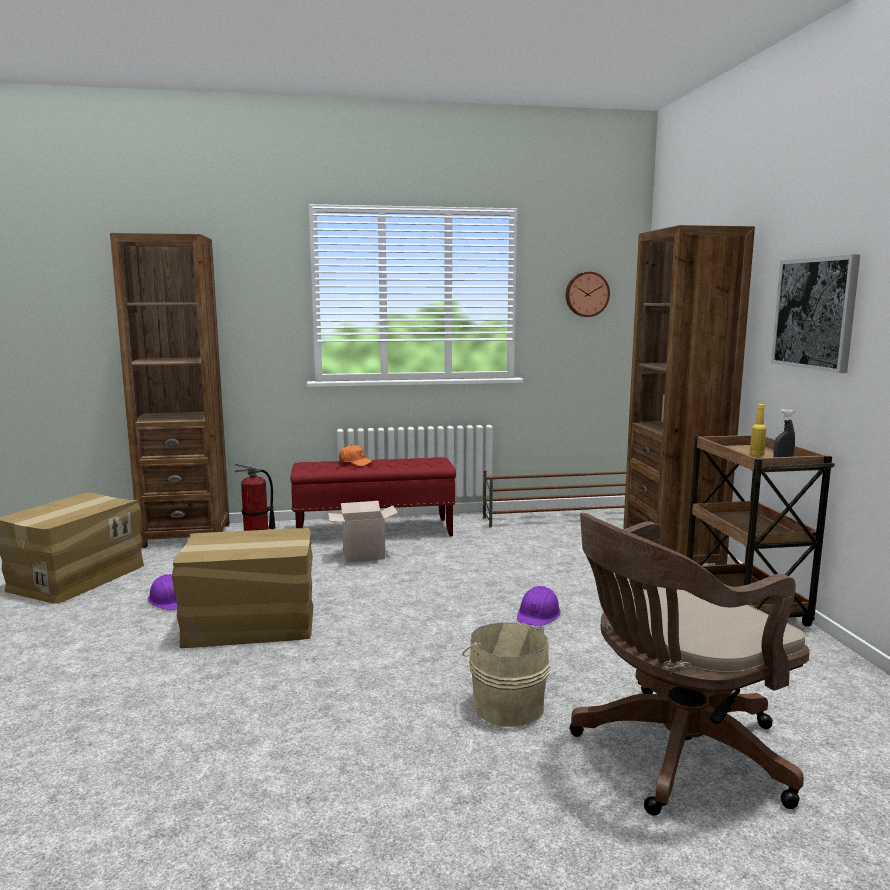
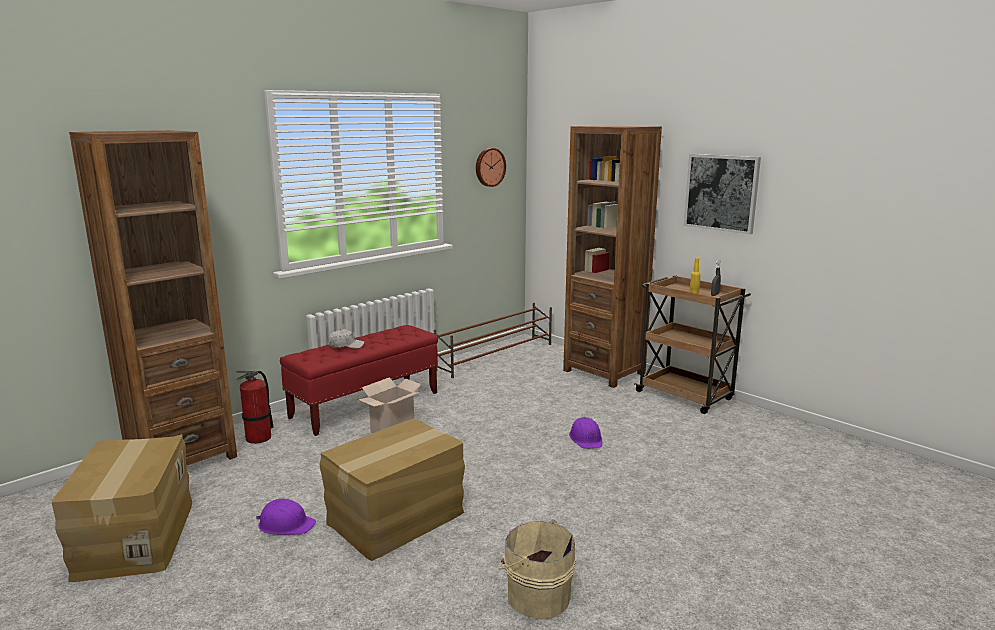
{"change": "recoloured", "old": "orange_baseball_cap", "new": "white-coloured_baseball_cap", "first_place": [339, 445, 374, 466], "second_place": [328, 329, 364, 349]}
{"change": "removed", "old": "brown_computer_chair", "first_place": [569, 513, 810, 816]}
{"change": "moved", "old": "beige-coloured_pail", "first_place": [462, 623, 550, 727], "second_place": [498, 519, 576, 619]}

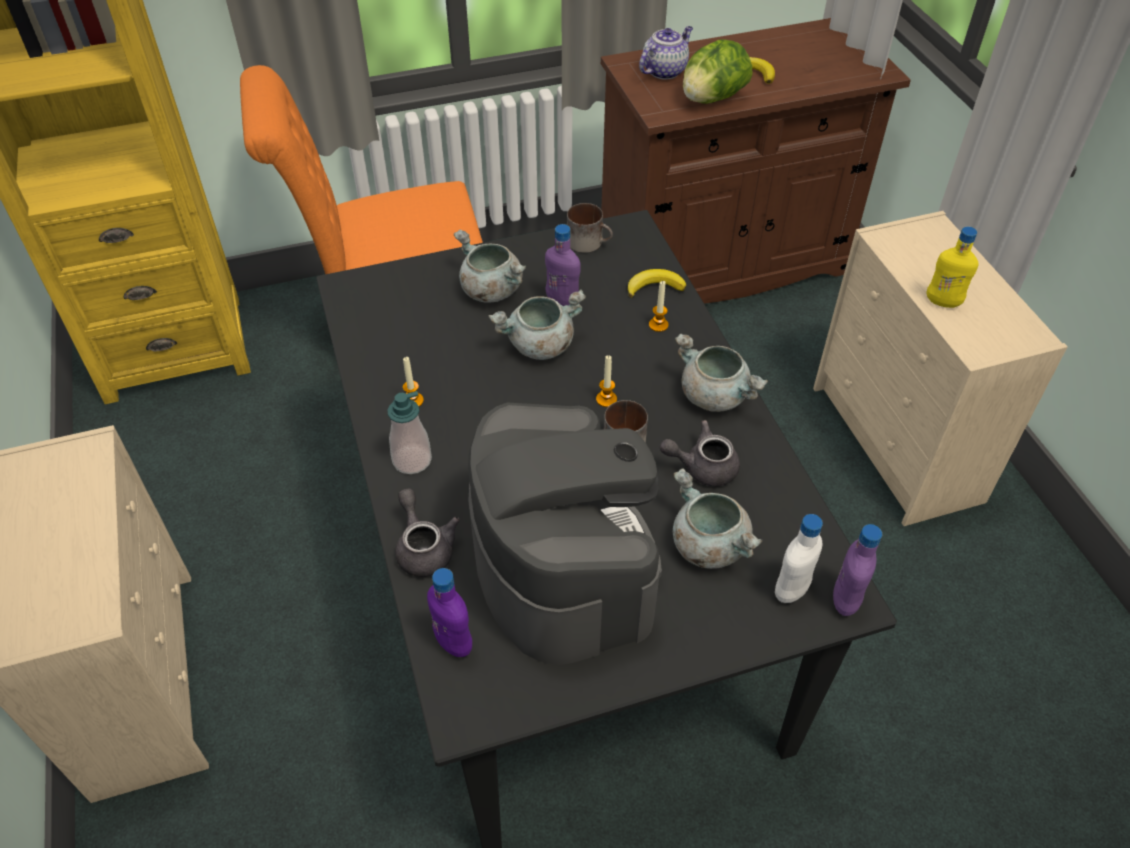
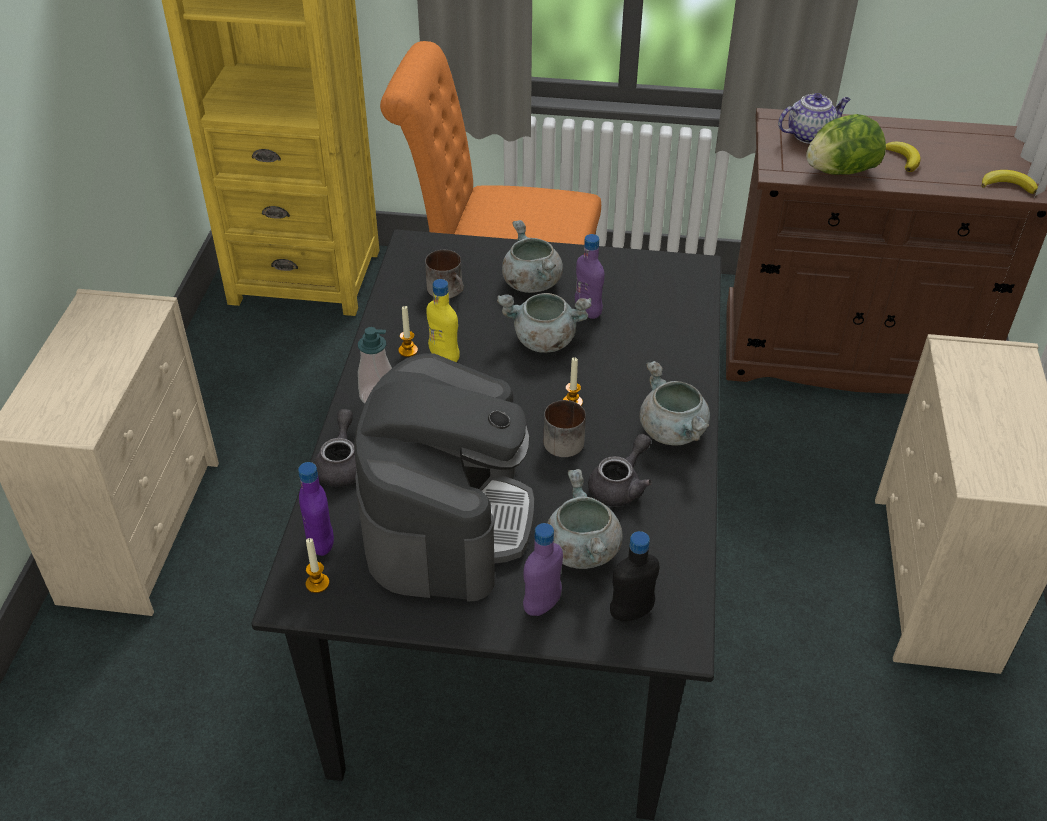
{"change": "moved", "old": "mug", "first_place": [567, 203, 613, 253], "second_place": [425, 250, 464, 299]}
{"change": "moved", "old": "yellow_drink_bottle", "first_place": [926, 227, 979, 308], "second_place": [426, 279, 460, 362]}
{"change": "moved", "old": "whole_banana", "first_place": [628, 269, 686, 298], "second_place": [981, 170, 1038, 194]}
{"change": "moved", "old": "wax_light", "first_place": [649, 281, 669, 332], "second_place": [306, 538, 329, 593]}
{"change": "turned", "old": "grey_teapot", "first_place": [660, 420, 740, 486], "second_place": [588, 434, 652, 506], "degrees": 105}
{"change": "recoloured", "old": "white-coloured_drink_bottle", "new": "blackish_drink_bottle", "first_place": [775, 514, 823, 603], "second_place": [610, 531, 659, 622]}
{"change": "moved", "old": "purplish_drink_bottle", "first_place": [833, 524, 882, 616], "second_place": [523, 523, 563, 616]}

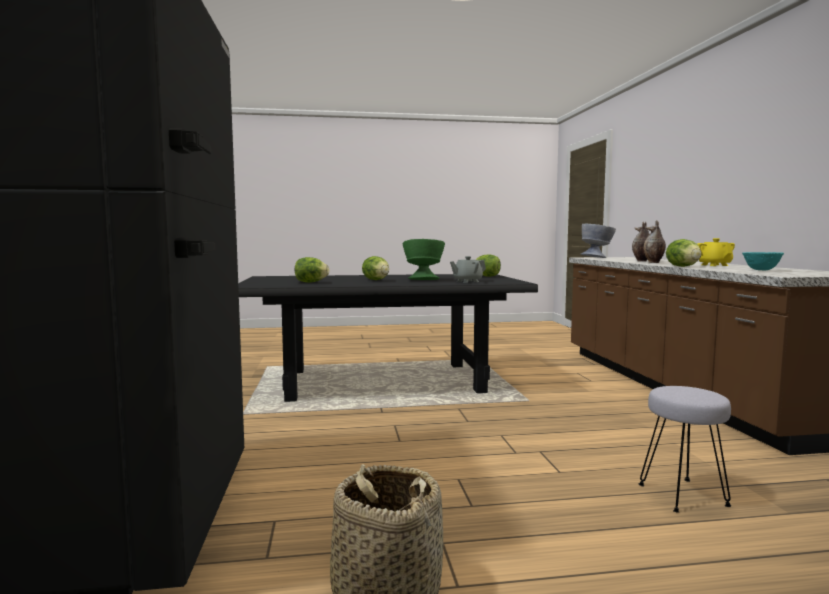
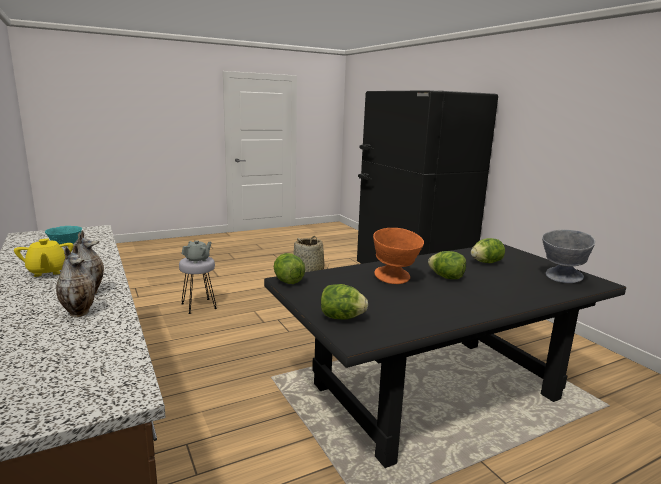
{"change": "moved", "old": "grey_serving_bowl", "first_place": [581, 224, 616, 258], "second_place": [542, 230, 595, 283]}
{"change": "recoloured", "old": "green-coloured_serving_bowl", "new": "orange_serving_bowl", "first_place": [402, 239, 445, 280], "second_place": [373, 228, 424, 284]}
{"change": "moved", "old": "head_of_lettuce", "first_place": [666, 239, 701, 267], "second_place": [274, 253, 305, 284]}
{"change": "moved", "old": "grey_teapot", "first_place": [450, 256, 486, 283], "second_place": [182, 240, 212, 263]}

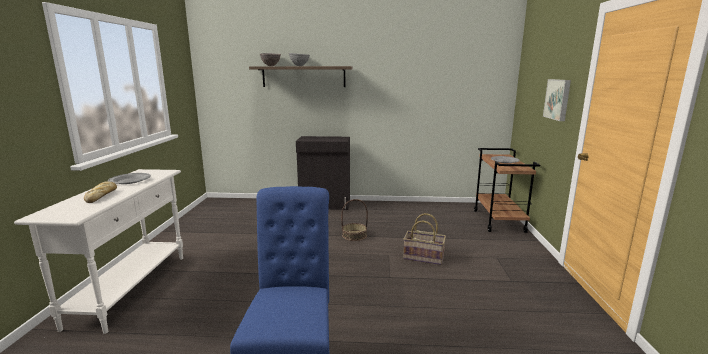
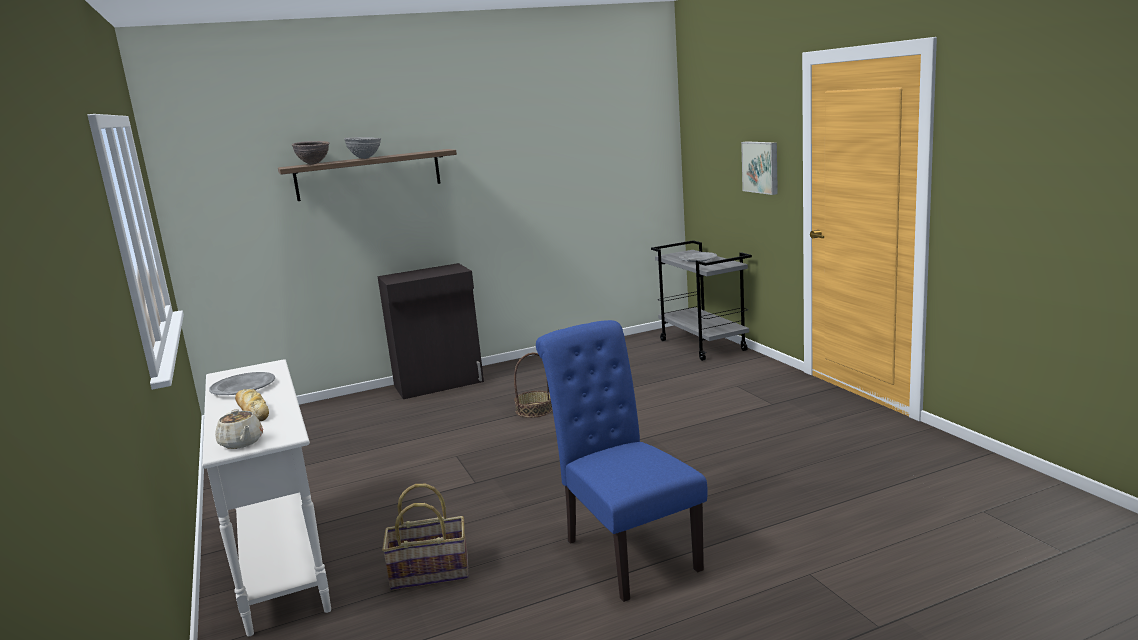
{"change": "recoloured", "old": "brown_cart", "new": "grey_cart", "first_place": [474, 148, 540, 233], "second_place": [651, 240, 752, 361]}
{"change": "moved", "old": "household_basket", "first_place": [403, 213, 446, 265], "second_place": [382, 484, 469, 590]}
{"change": "added", "new": "beige-coloured_teapot", "second_place": [215, 409, 263, 449]}

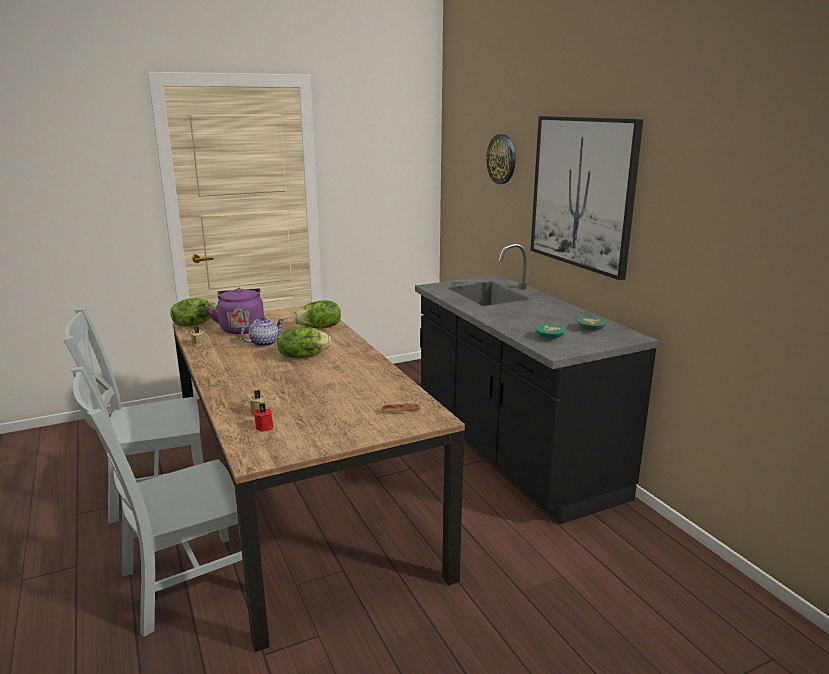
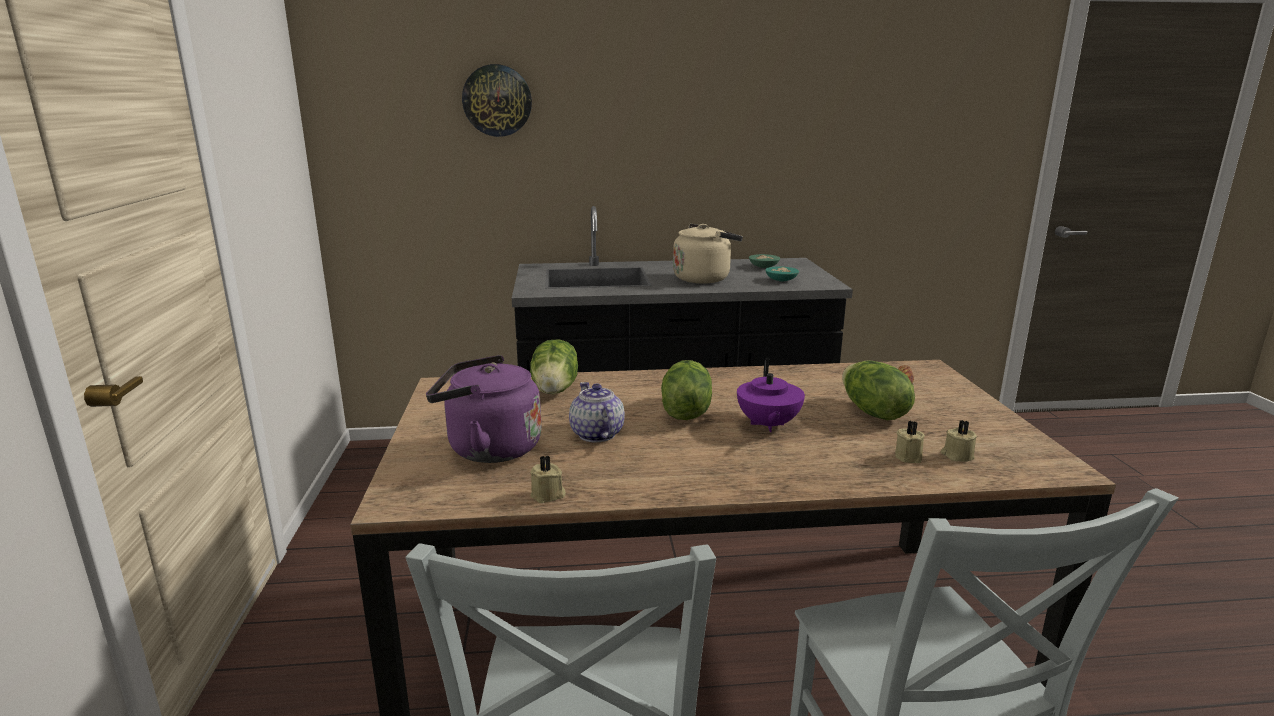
{"change": "removed", "old": "wall_picture", "first_place": [530, 116, 643, 280]}
{"change": "moved", "old": "head_of_lettuce", "first_place": [170, 298, 218, 327], "second_place": [842, 360, 915, 420]}
{"change": "recoloured", "old": "red_wax_light", "new": "beige-coloured_wax_light", "first_place": [253, 403, 273, 432], "second_place": [941, 420, 977, 462]}
{"change": "added", "new": "beige-coloured_water_kettle", "second_place": [673, 224, 743, 284]}
{"change": "added", "new": "purplish_teapot", "second_place": [737, 358, 805, 432]}

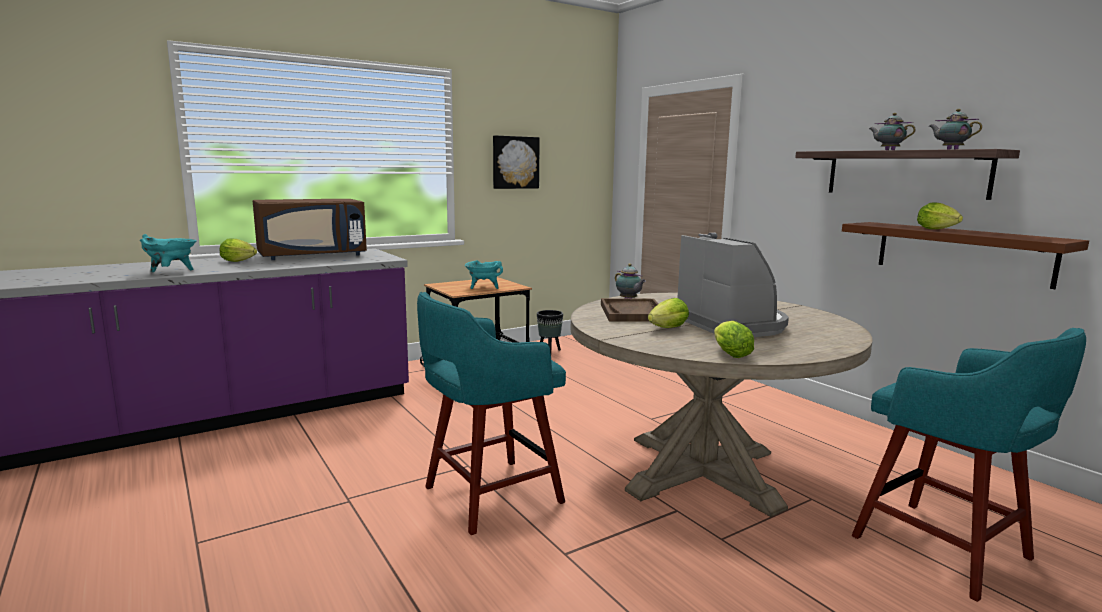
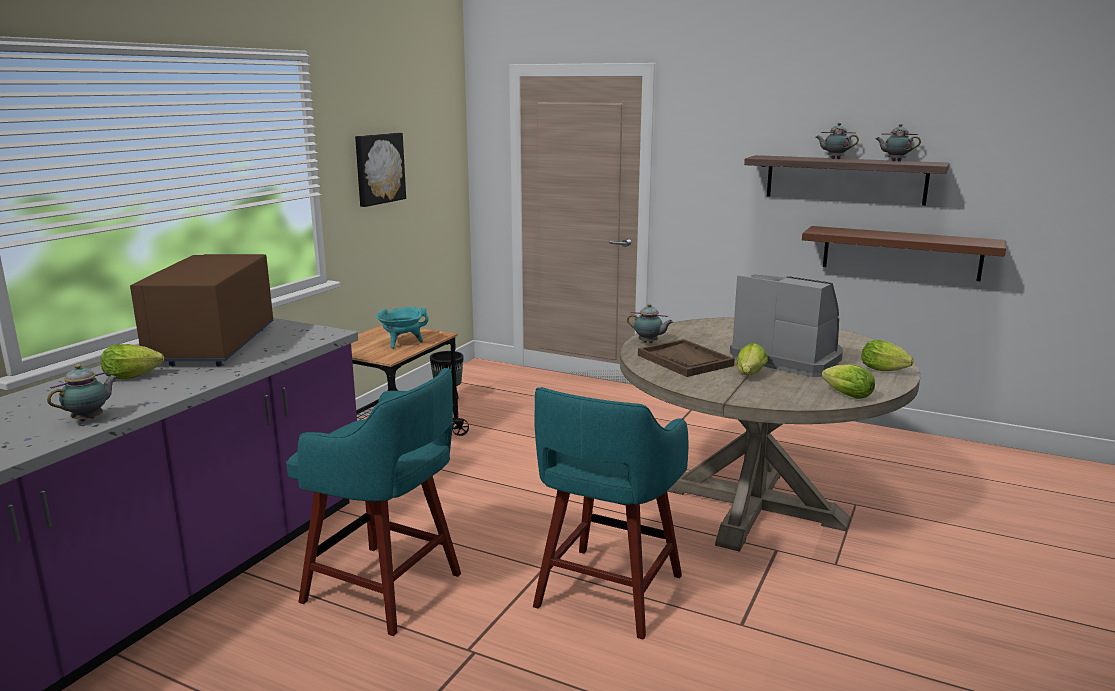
{"change": "turned", "old": "brown_kitchen_microwave", "first_place": [253, 199, 367, 260], "second_place": [130, 254, 273, 367], "degrees": 150}
{"change": "moved", "old": "head_of_lettuce", "first_place": [917, 202, 963, 229], "second_place": [861, 340, 914, 371]}
{"change": "replaced", "old": "turquoise_saucepot", "new": "teapot", "first_place": [139, 234, 197, 272], "second_place": [47, 364, 117, 422]}
{"change": "moved", "old": "turquoise_sitting_stool", "first_place": [852, 328, 1086, 602], "second_place": [286, 368, 461, 636]}

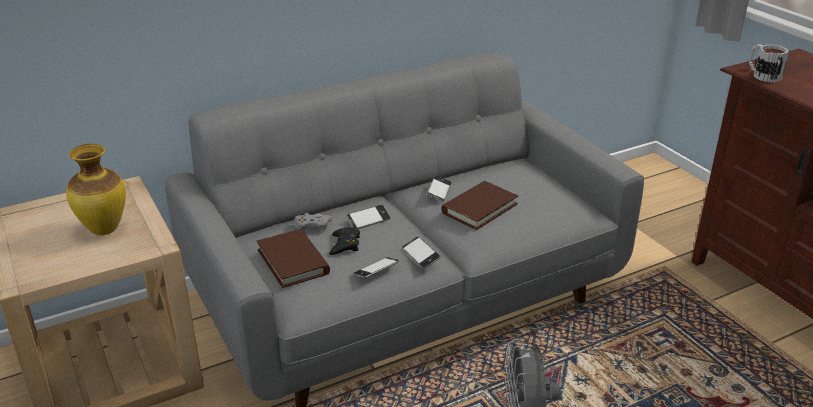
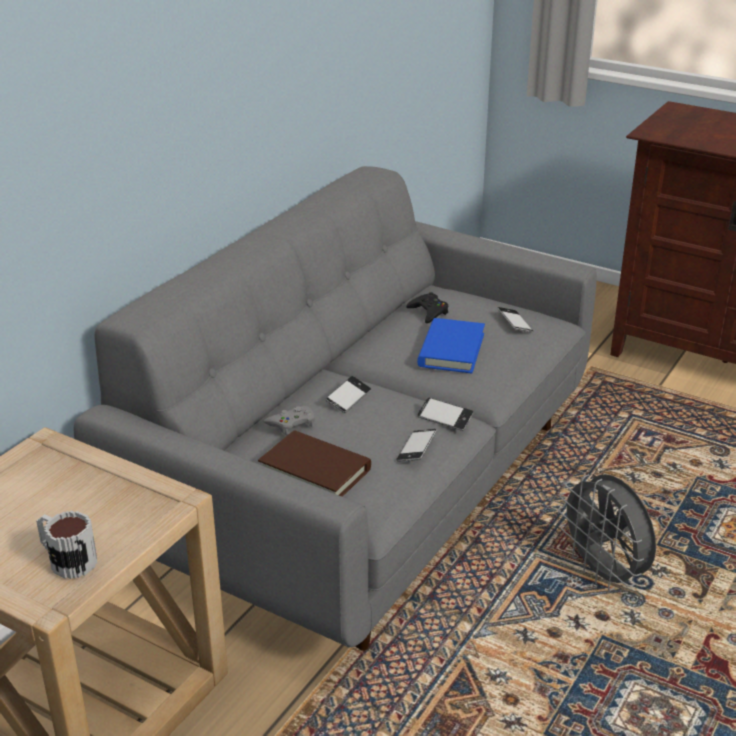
{"change": "moved", "old": "mug", "first_place": [748, 44, 789, 82], "second_place": [36, 511, 97, 579]}
{"change": "removed", "old": "vase", "first_place": [66, 144, 126, 235]}
{"change": "moved", "old": "phone", "first_place": [427, 175, 451, 201], "second_place": [497, 307, 533, 333]}
{"change": "recoloured", "old": "brown_bound_book", "new": "blue-coloured_bound_book", "first_place": [441, 181, 518, 230], "second_place": [417, 318, 485, 373]}
{"change": "moved", "old": "blackish_gamepad", "first_place": [329, 227, 360, 255], "second_place": [406, 292, 448, 323]}

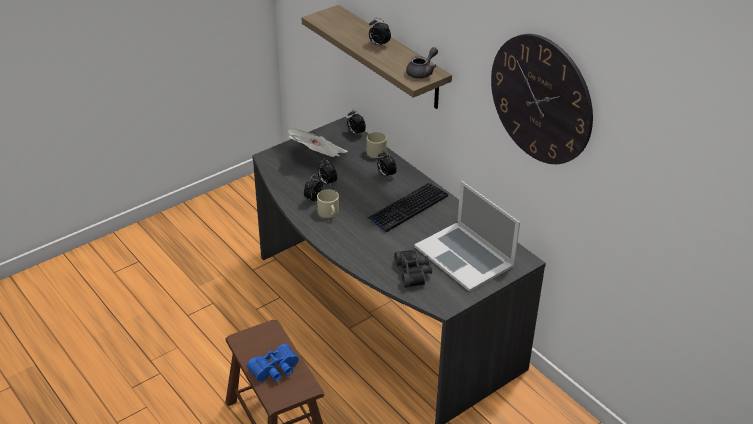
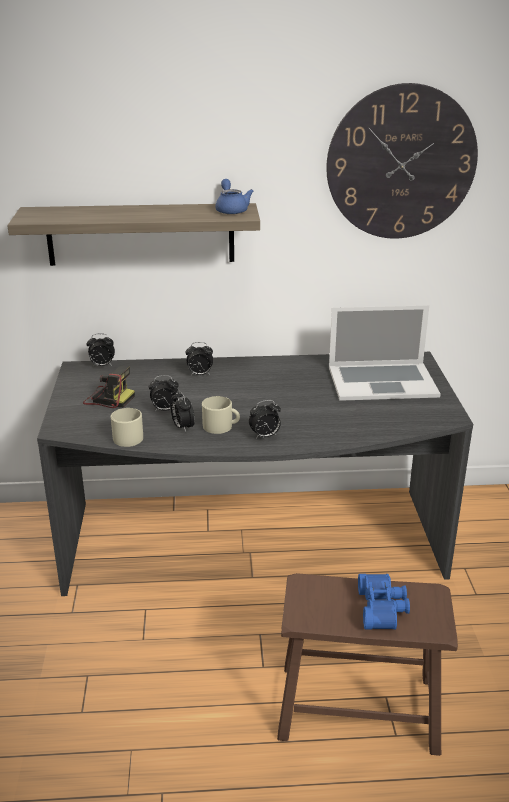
{"change": "moved", "old": "bedside_clock", "first_place": [369, 18, 391, 47], "second_place": [249, 400, 281, 439]}
{"change": "recoloured", "old": "grey_teapot", "new": "blue-coloured_teapot", "first_place": [406, 47, 438, 79], "second_place": [215, 179, 254, 214]}
{"change": "replaced", "old": "daily_paper", "new": "still_camera", "first_place": [288, 128, 348, 157], "second_place": [83, 366, 135, 408]}
{"change": "moved", "old": "beige-coloured_mug", "first_place": [367, 132, 387, 158], "second_place": [111, 408, 143, 447]}
{"change": "removed", "old": "PC_keyboard", "first_place": [368, 183, 448, 232]}
{"change": "removed", "old": "blackish_pair_of_binoculars", "first_place": [395, 249, 432, 288]}

